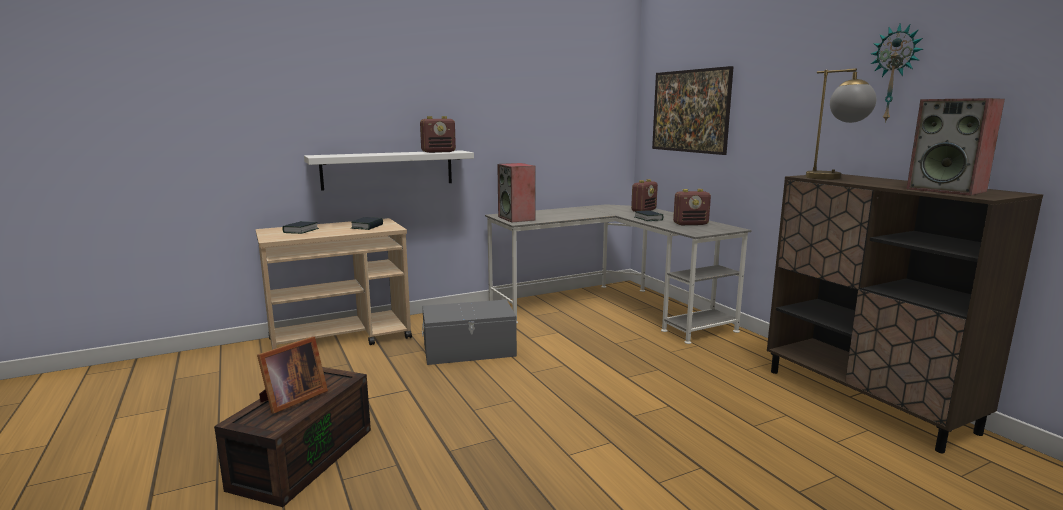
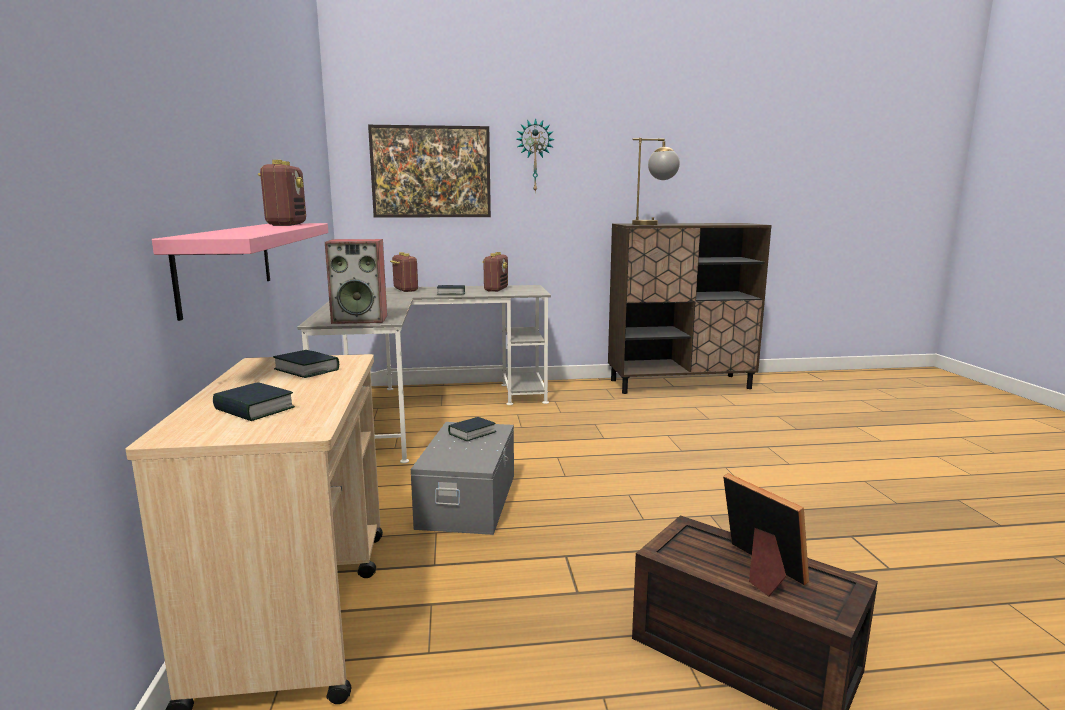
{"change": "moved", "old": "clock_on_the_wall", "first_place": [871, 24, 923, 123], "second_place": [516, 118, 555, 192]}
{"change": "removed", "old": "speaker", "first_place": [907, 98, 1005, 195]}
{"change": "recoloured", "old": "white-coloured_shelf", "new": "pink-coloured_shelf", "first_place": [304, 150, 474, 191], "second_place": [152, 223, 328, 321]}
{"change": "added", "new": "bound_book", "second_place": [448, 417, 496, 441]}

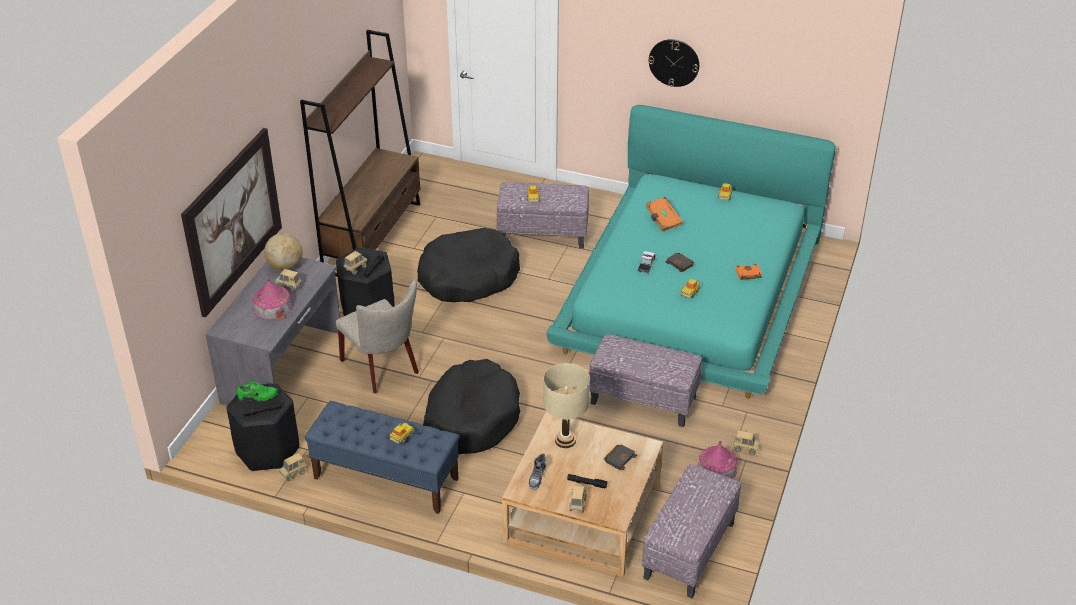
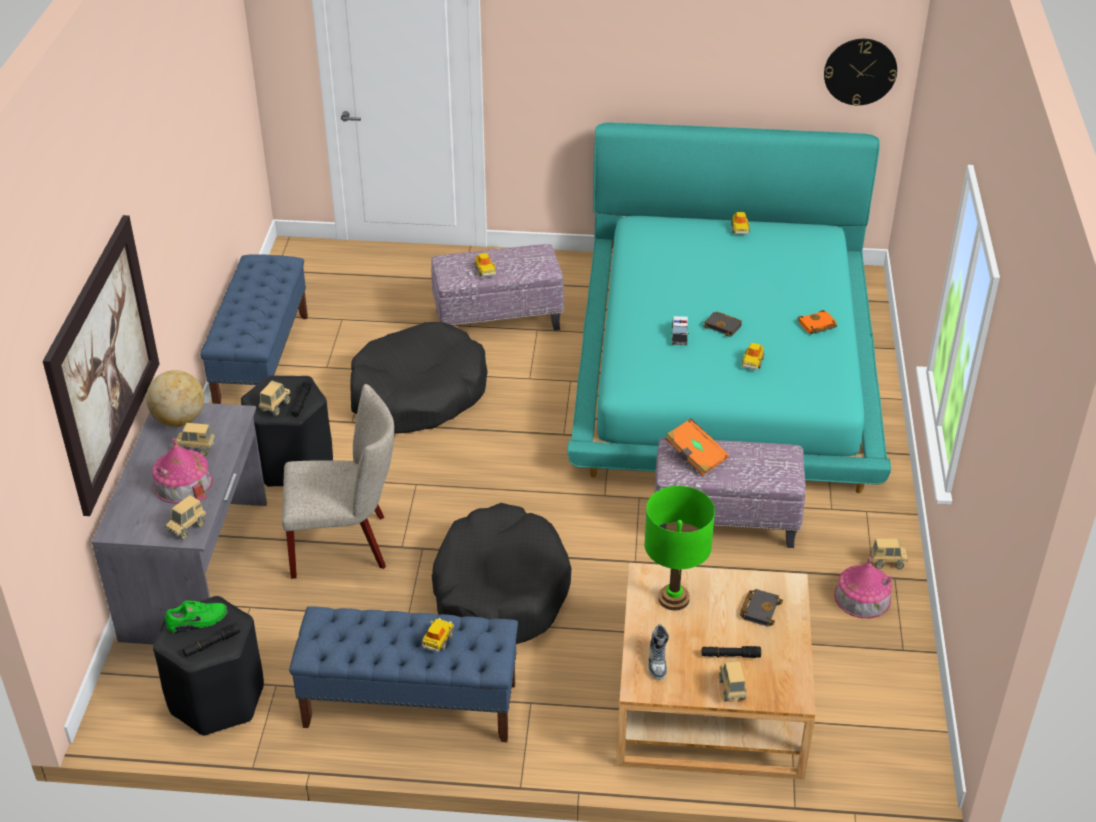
{"change": "replaced", "old": "brown_bookcase", "new": "blue-coloured_indoor_bench", "first_place": [300, 30, 420, 277], "second_place": [200, 254, 308, 404]}
{"change": "moved", "old": "clock_on_the_wall", "first_place": [649, 39, 699, 87], "second_place": [824, 39, 897, 106]}
{"change": "moved", "old": "orange_bound_book", "first_place": [646, 197, 683, 232], "second_place": [665, 418, 729, 476]}
{"change": "turned", "old": "beige-coloured_chair", "first_place": [335, 280, 419, 393], "second_place": [282, 384, 394, 579], "degrees": -45}
{"change": "recoloured", "old": "beige-coloured_lamp_for_a_table", "new": "green-coloured_lamp_for_a_table", "first_place": [543, 363, 590, 448], "second_place": [644, 486, 715, 610]}
{"change": "moved", "old": "model_truck", "first_place": [279, 453, 307, 481], "second_place": [165, 495, 206, 540]}
{"change": "removed", "old": "pouffe", "first_place": [642, 464, 741, 598]}

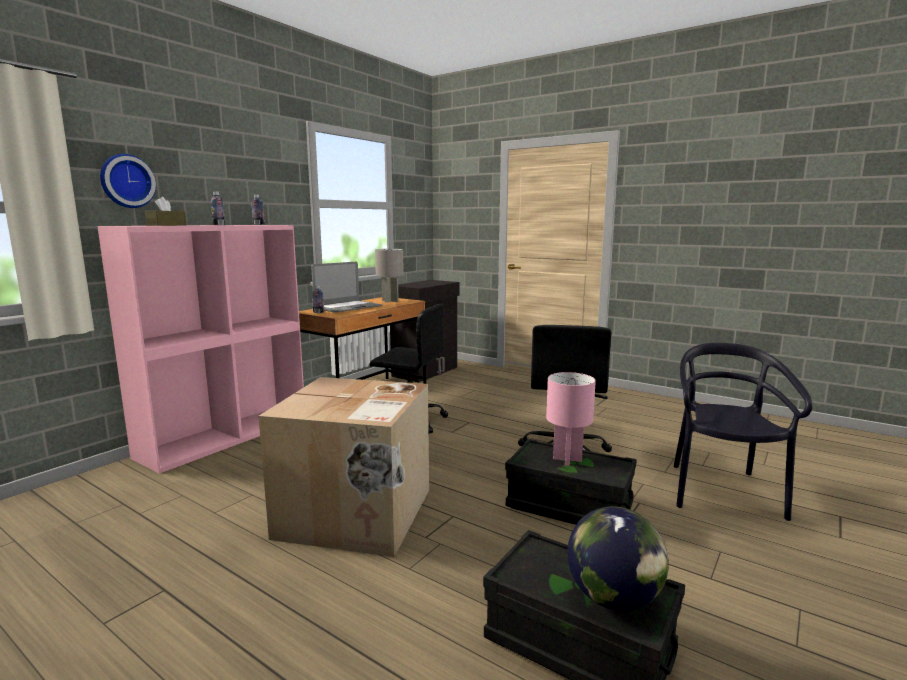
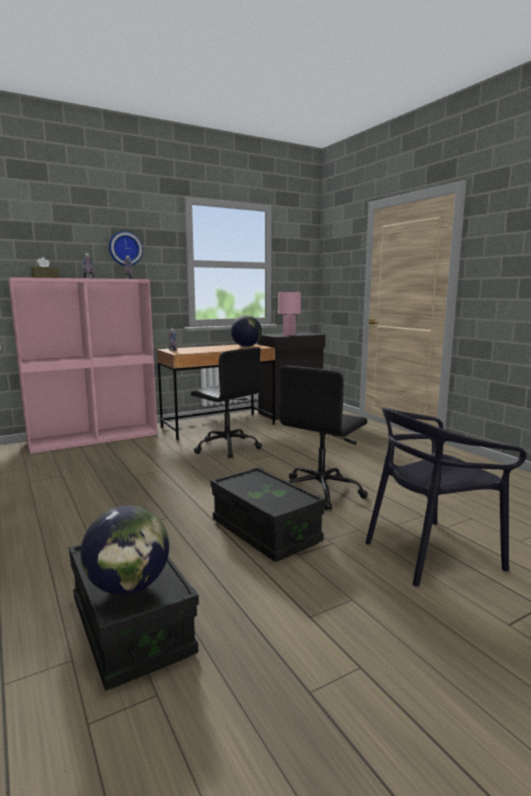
{"change": "moved", "old": "clock_on_the_wall", "first_place": [100, 154, 156, 208], "second_place": [109, 231, 143, 266]}
{"change": "replaced", "old": "grey_lamp_for_a_table", "new": "desk_globe", "first_place": [375, 249, 404, 303], "second_place": [231, 315, 262, 347]}
{"change": "removed", "old": "portable_computer", "first_place": [311, 262, 382, 313]}
{"change": "turned", "old": "blackish_chair", "first_place": [674, 343, 813, 521], "second_place": [365, 407, 527, 587], "degrees": -150}
{"change": "moved", "old": "pink-coloured_lamp_for_a_table", "first_place": [546, 372, 596, 466], "second_place": [278, 292, 301, 336]}
{"change": "removed", "old": "carton", "first_place": [258, 377, 429, 557]}

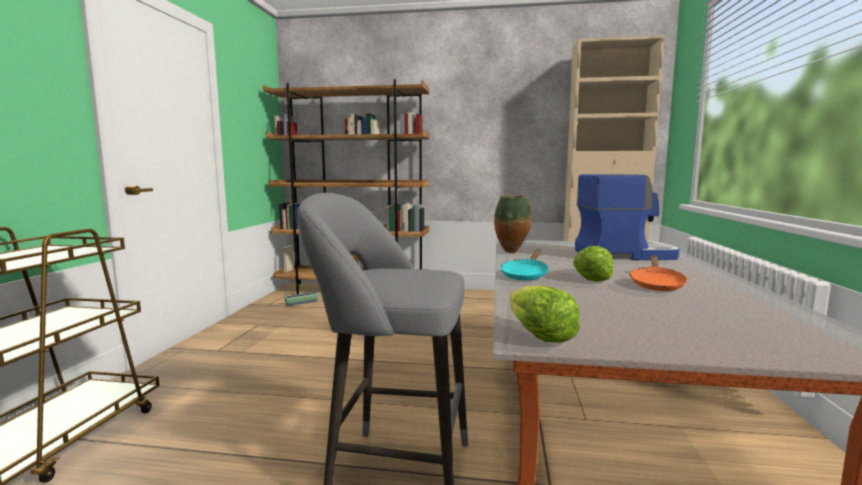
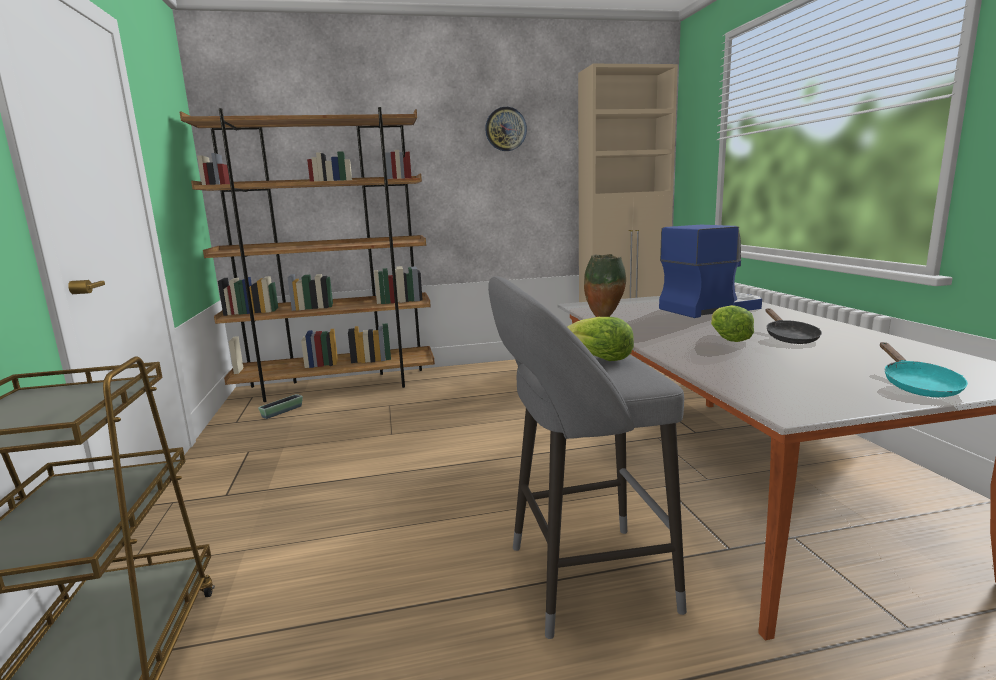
{"change": "moved", "old": "turquoise_frying_pan", "first_place": [501, 249, 549, 280], "second_place": [880, 342, 968, 397]}
{"change": "recoloured", "old": "orange_frying_pan", "new": "blackish_frying_pan", "first_place": [629, 255, 688, 291], "second_place": [766, 308, 822, 344]}
{"change": "moved", "old": "head_of_lettuce", "first_place": [510, 285, 580, 343], "second_place": [567, 317, 634, 361]}
{"change": "added", "new": "clock_on_the_wall", "second_place": [485, 107, 527, 151]}

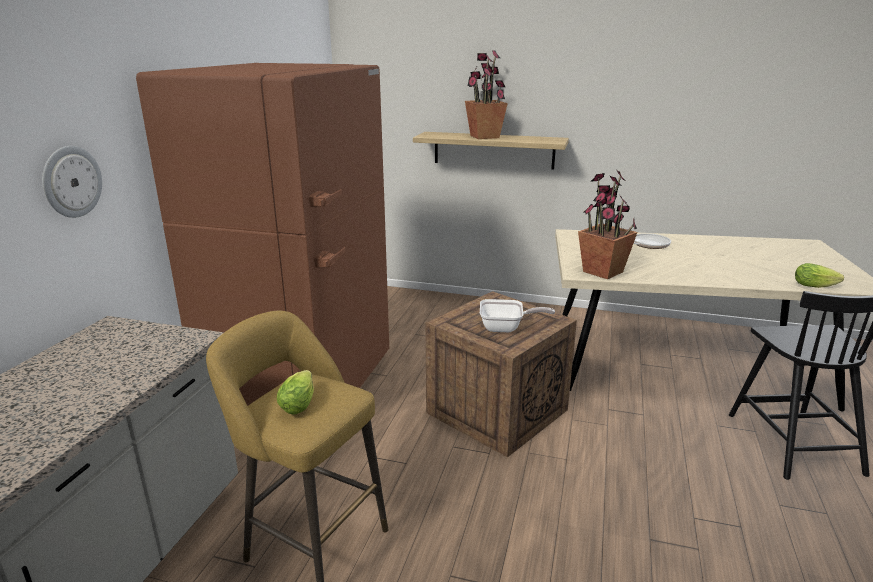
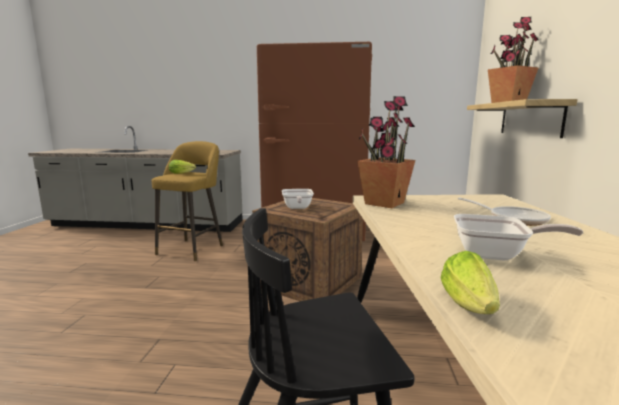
{"change": "removed", "old": "clock_on_the_wall", "first_place": [42, 146, 102, 218]}
{"change": "added", "new": "frying_pan", "second_place": [454, 214, 583, 260]}

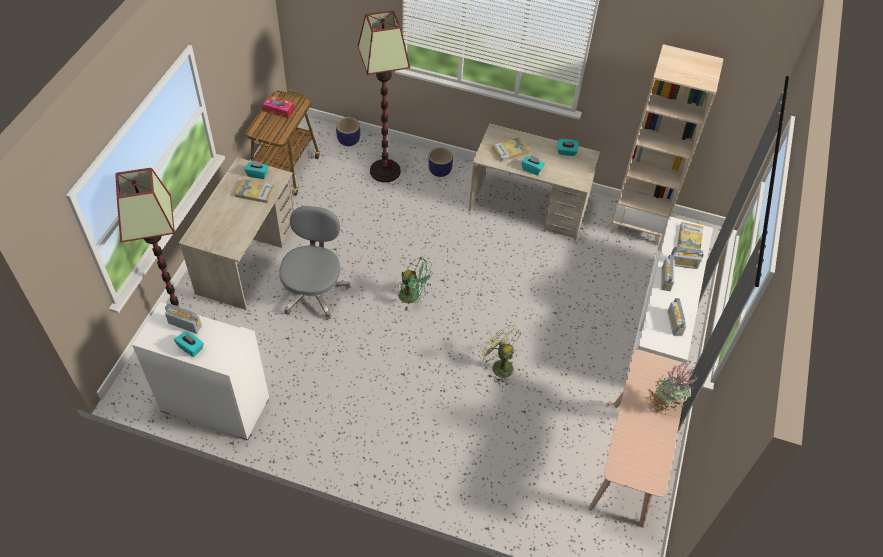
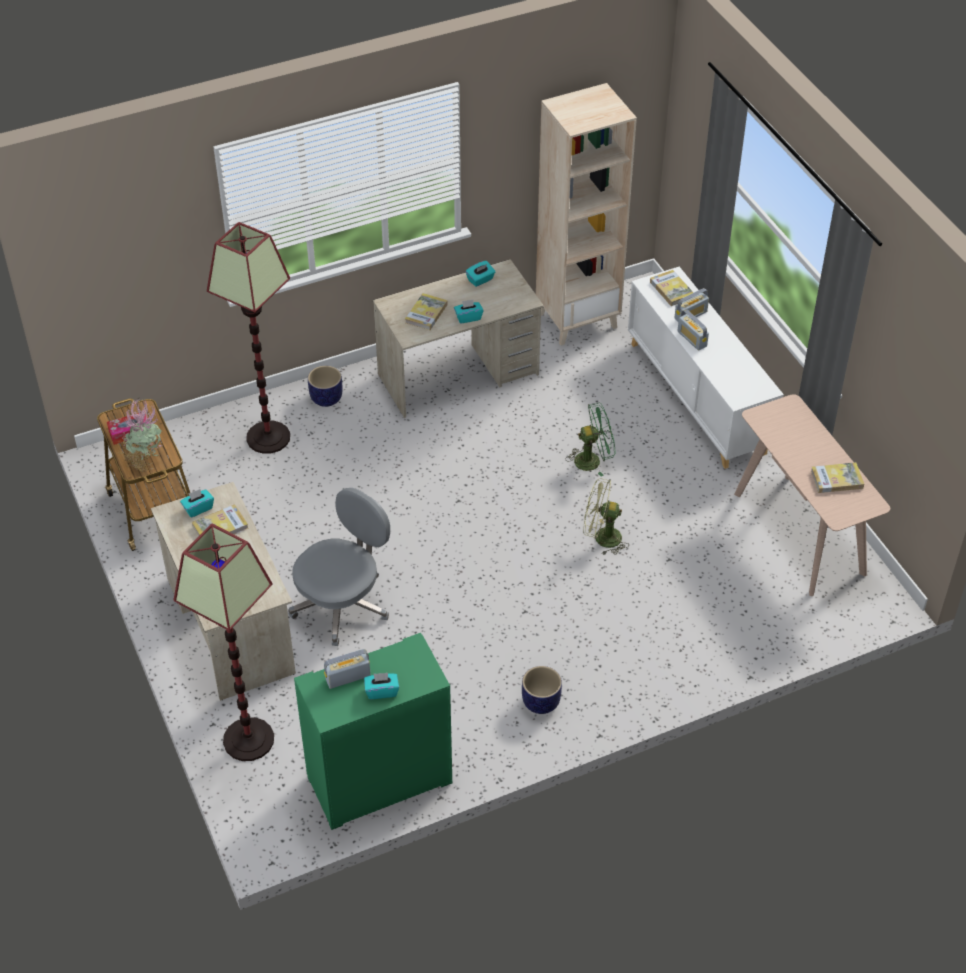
{"change": "moved", "old": "flower_pot", "first_place": [336, 117, 360, 146], "second_place": [522, 666, 562, 714]}
{"change": "turned", "old": "grey_computer_chair", "first_place": [279, 206, 351, 320], "second_place": [289, 488, 390, 646], "degrees": 75}
{"change": "moved", "old": "green-coloured_cooling_fan", "first_place": [398, 257, 433, 311], "second_place": [565, 403, 616, 477]}
{"change": "removed", "old": "radio_receiver", "first_place": [667, 298, 687, 336]}
{"change": "recoloured", "old": "white-coloured_storage_cabinet", "new": "green-coloured_storage_cabinet", "first_place": [132, 302, 269, 440], "second_place": [294, 633, 452, 830]}
{"change": "moved", "old": "potted_plant", "first_place": [648, 362, 698, 415], "second_place": [119, 397, 162, 472]}
{"change": "added", "new": "bound_book", "second_place": [811, 462, 864, 493]}

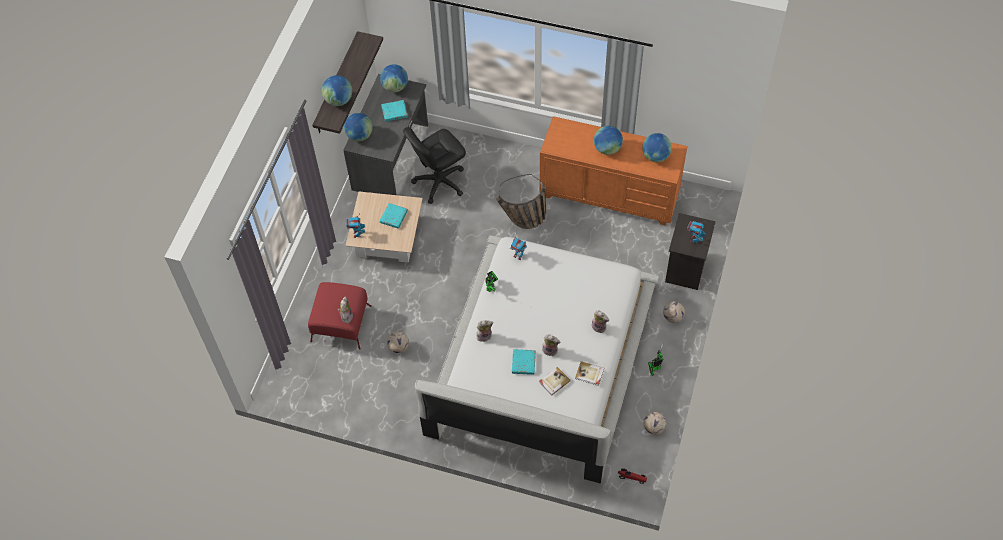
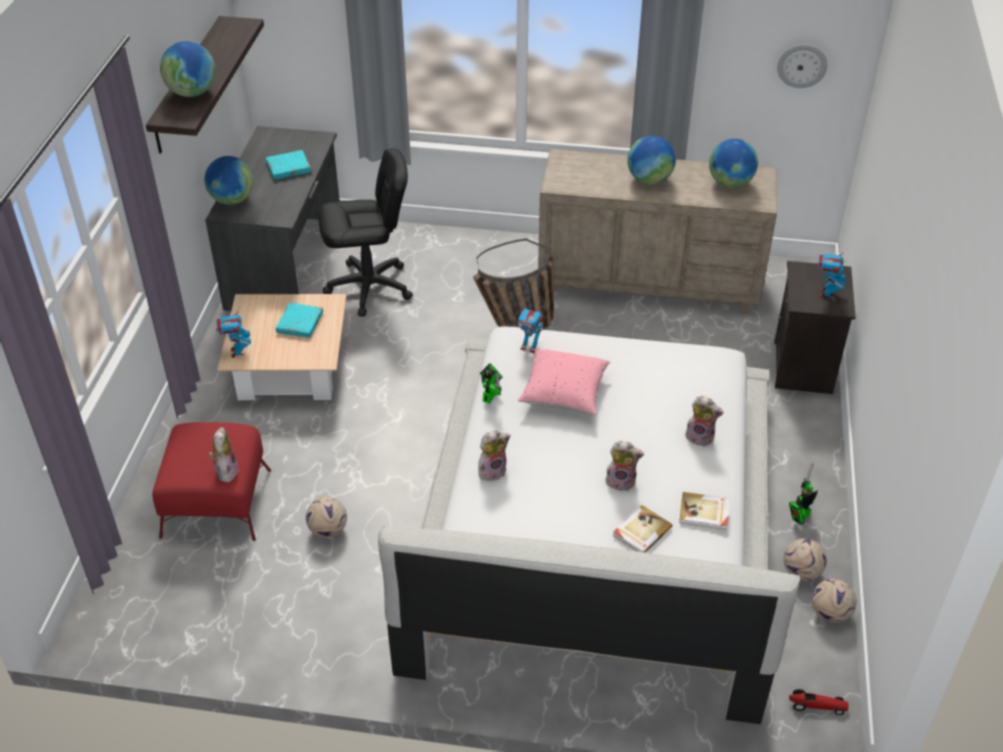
{"change": "removed", "old": "desk_globe", "first_place": [380, 64, 408, 92]}
{"change": "recoloured", "old": "orange_dresser", "new": "beige-coloured_dresser", "first_place": [540, 116, 688, 226], "second_place": [538, 149, 777, 313]}
{"change": "turned", "old": "blackish_computer_chair", "first_place": [403, 127, 466, 204], "second_place": [319, 148, 413, 317], "degrees": -150}
{"change": "moved", "old": "football_ball", "first_place": [663, 301, 685, 323], "second_place": [783, 538, 827, 581]}
{"change": "removed", "old": "turquoise_bound_book", "first_place": [512, 349, 536, 375]}
{"change": "added", "new": "clock_on_the_wall", "second_place": [777, 45, 828, 88]}
{"change": "added", "new": "pink-coloured_throw_pillow", "second_place": [518, 349, 610, 415]}

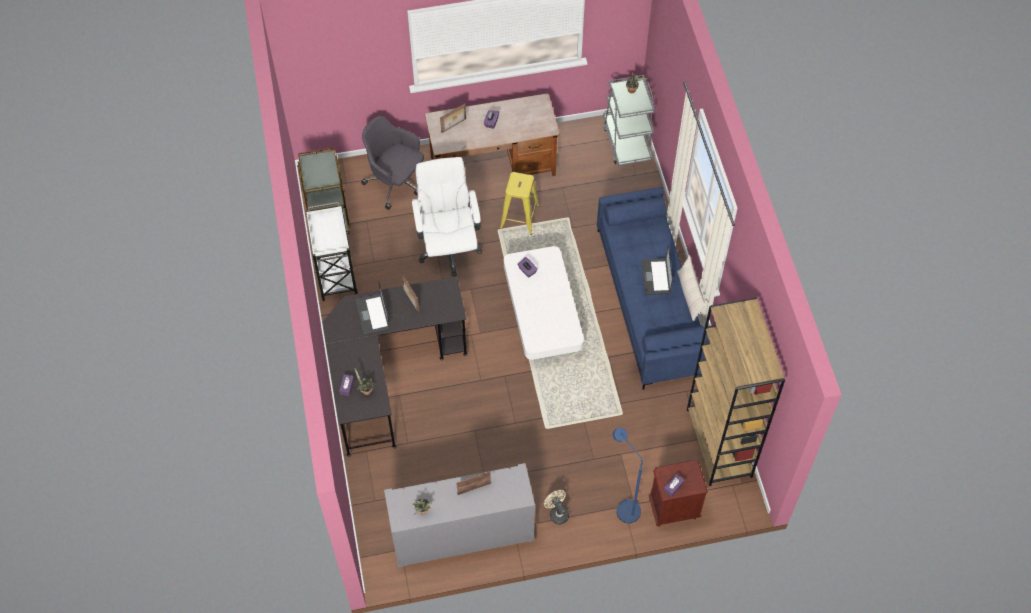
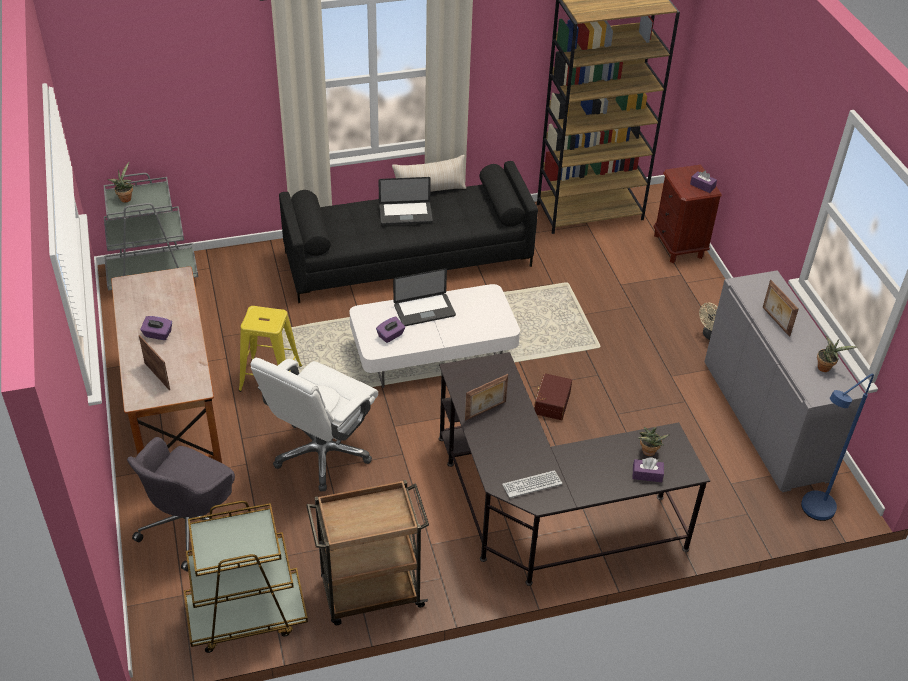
{"change": "turned", "old": "white-coloured_computer_chair", "first_place": [412, 157, 482, 277], "second_place": [250, 358, 378, 491], "degrees": -45}
{"change": "recoloured", "old": "blue-coloured_sofa", "new": "blackish_sofa", "first_place": [597, 187, 708, 390], "second_place": [279, 161, 538, 303]}
{"change": "recoloured", "old": "white-coloured_cart", "new": "brown_cart", "first_place": [306, 202, 358, 301], "second_place": [306, 480, 429, 625]}
{"change": "moved", "old": "portable_computer", "first_place": [356, 280, 390, 335], "second_place": [393, 268, 456, 326]}
{"change": "moved", "old": "blue-coloured_standing_lamp", "first_place": [613, 428, 643, 523], "second_place": [801, 374, 874, 521]}
{"change": "added", "new": "brown_storage_bin", "second_place": [534, 373, 572, 420]}
{"change": "added", "new": "PC_keyboard", "second_place": [502, 470, 562, 498]}

